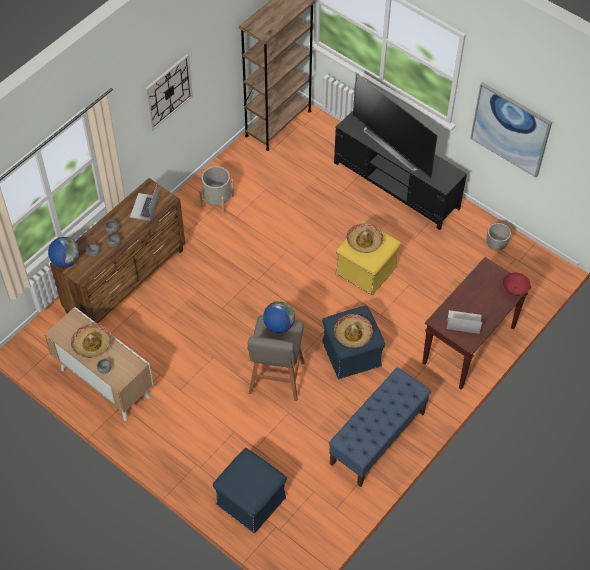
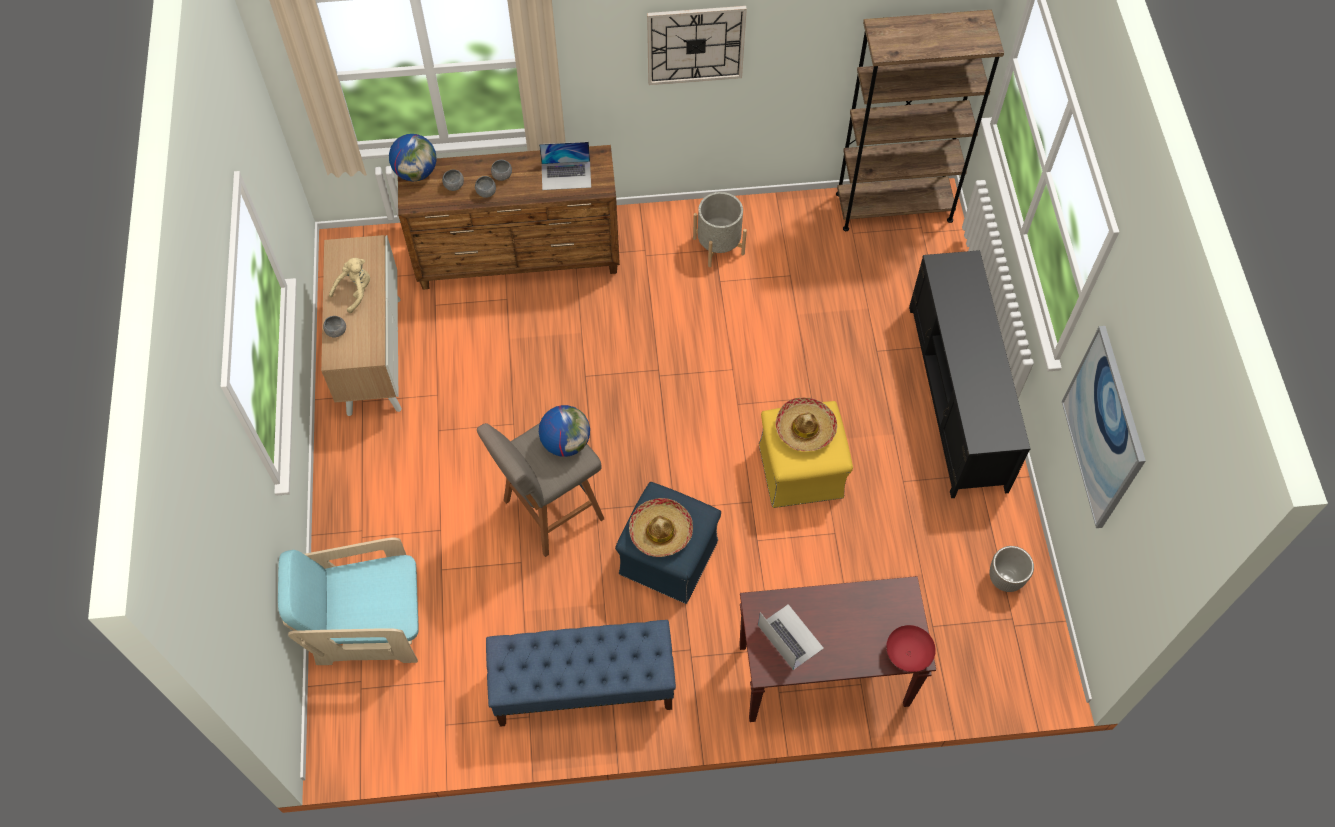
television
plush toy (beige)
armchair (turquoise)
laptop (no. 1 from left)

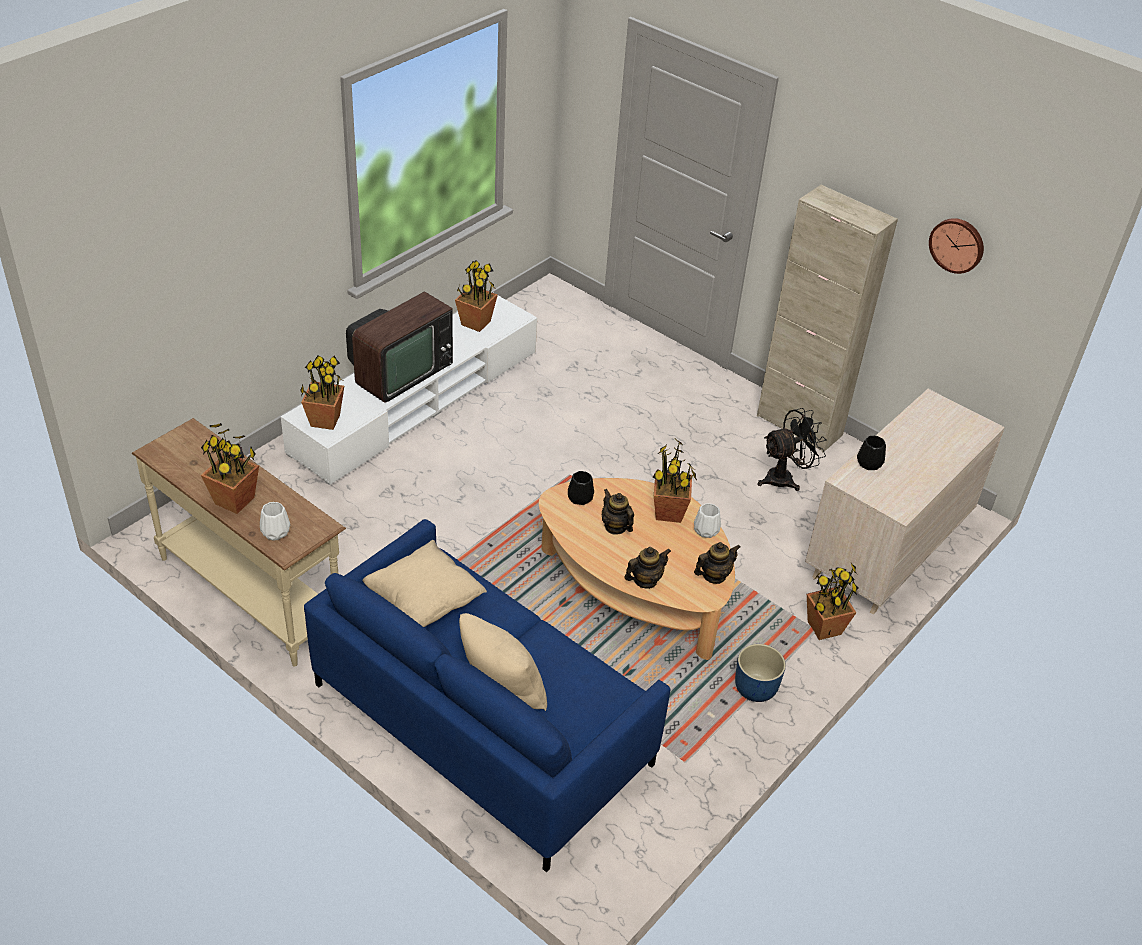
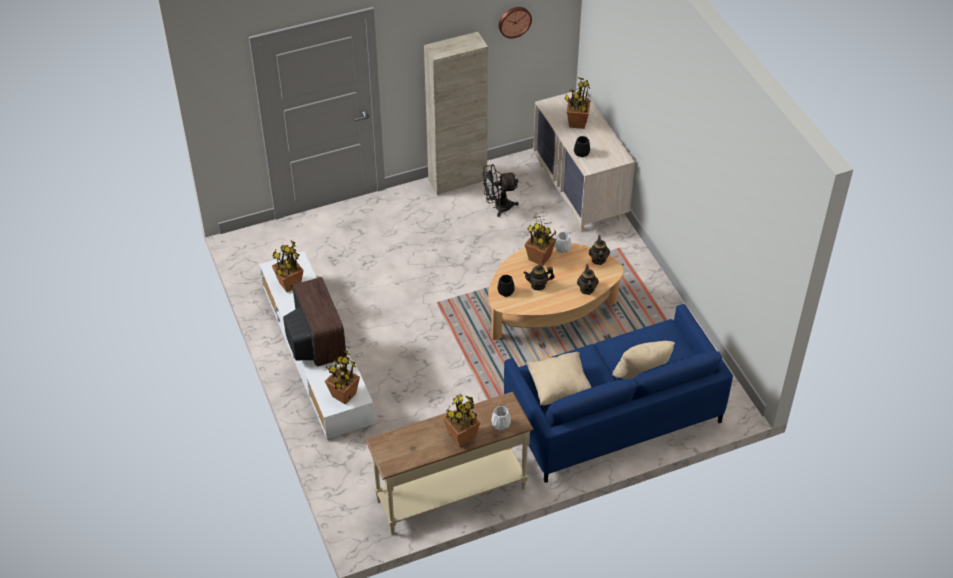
planter (blue)
potted plant (no. 5 from left)
fan (black)

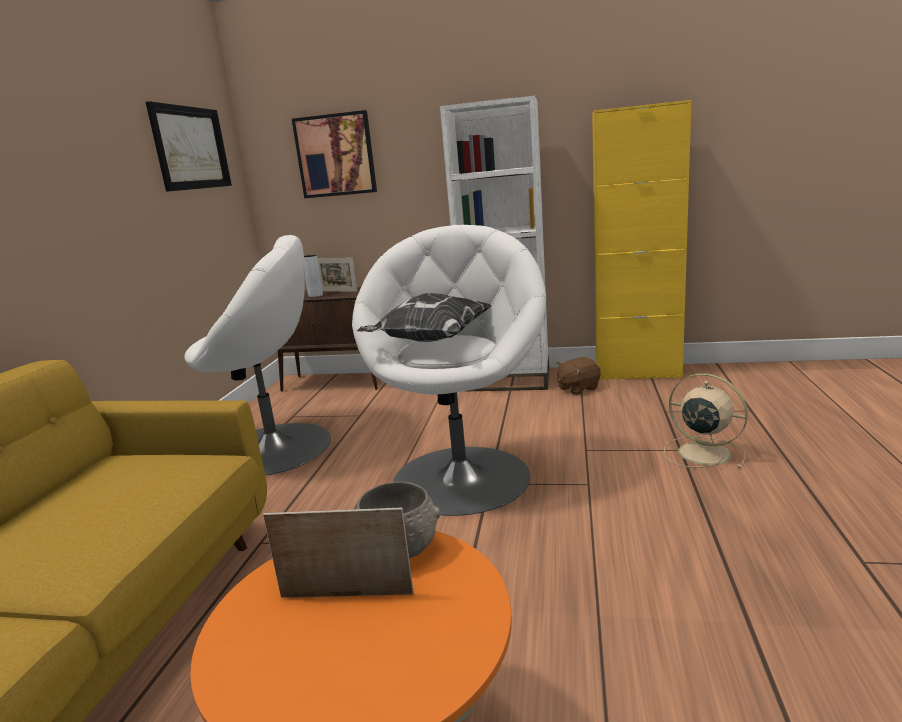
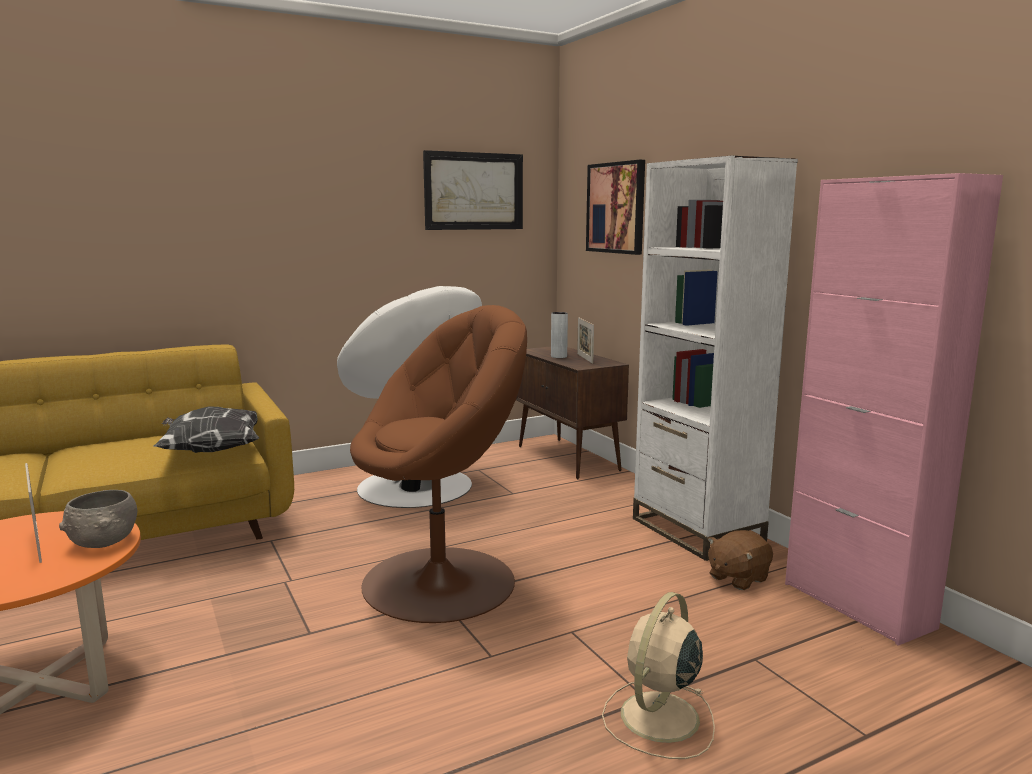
pillow
armchair (brown)
cabinet (pink)
plush toy (brown)
fan (beige)

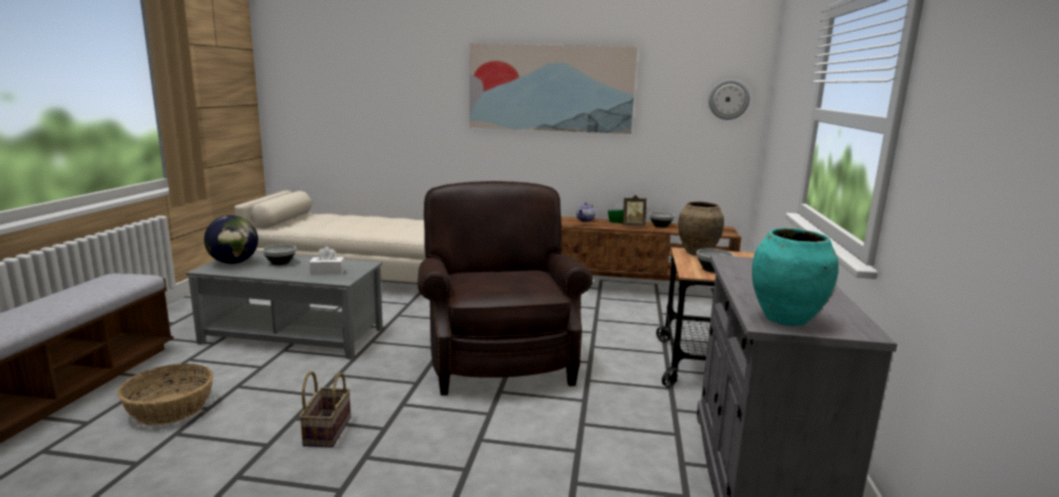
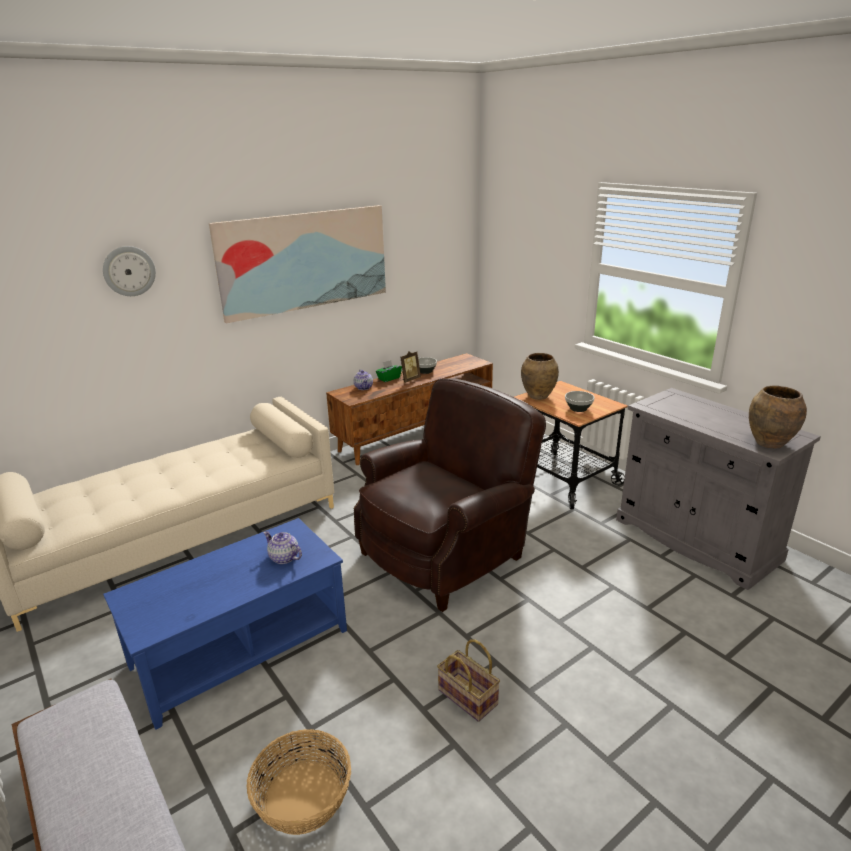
globe
bowl (no. 1 from left in the first image)
wall clock
teapot (no. 1 from left)
coffee table (blue)
vase (brown) (no. 2 from left)
armchair (brown)

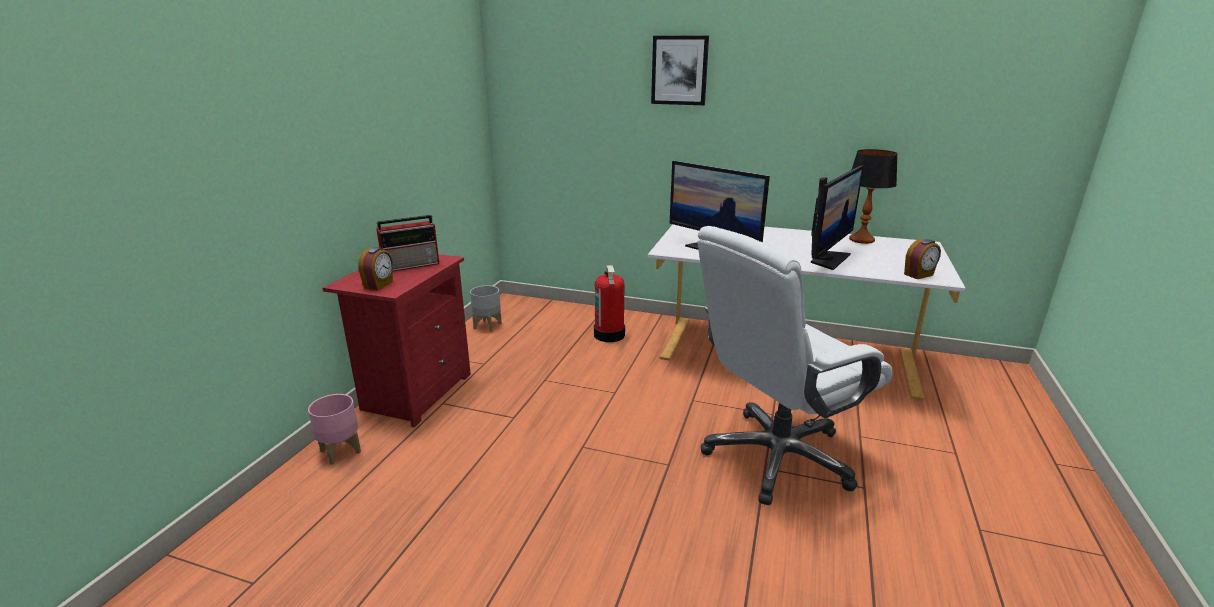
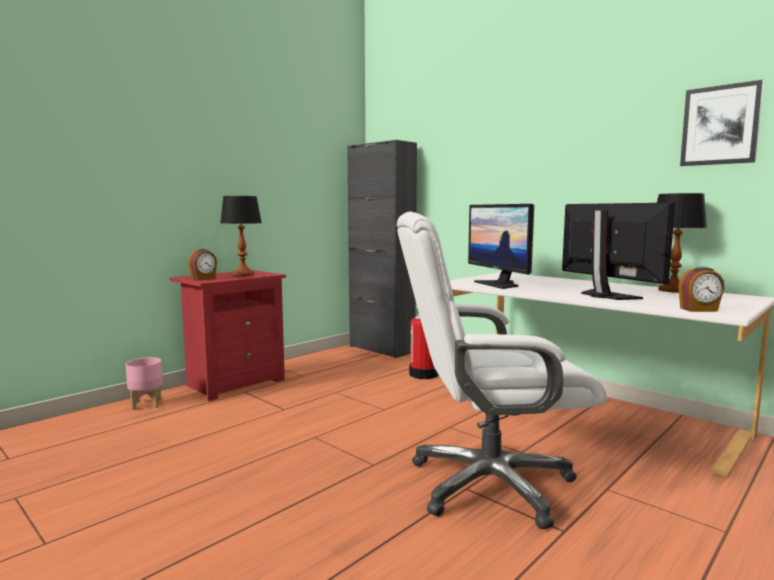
planter (grey)
cabinet (black)
picture
table lamp (no. 1 from left)
monitor (no. 2 from left)

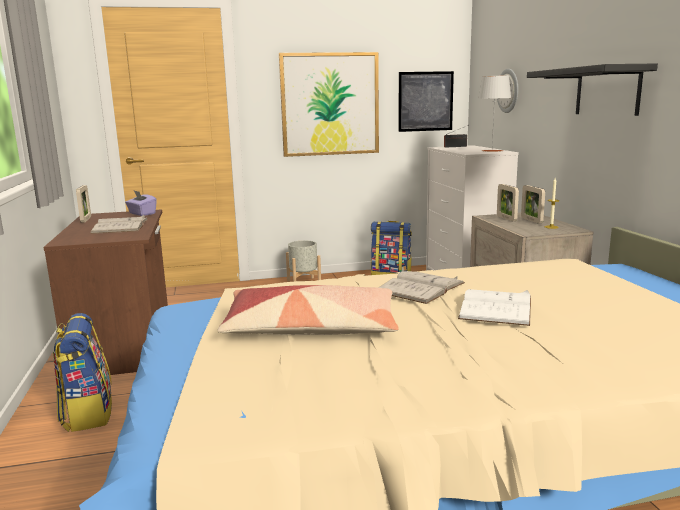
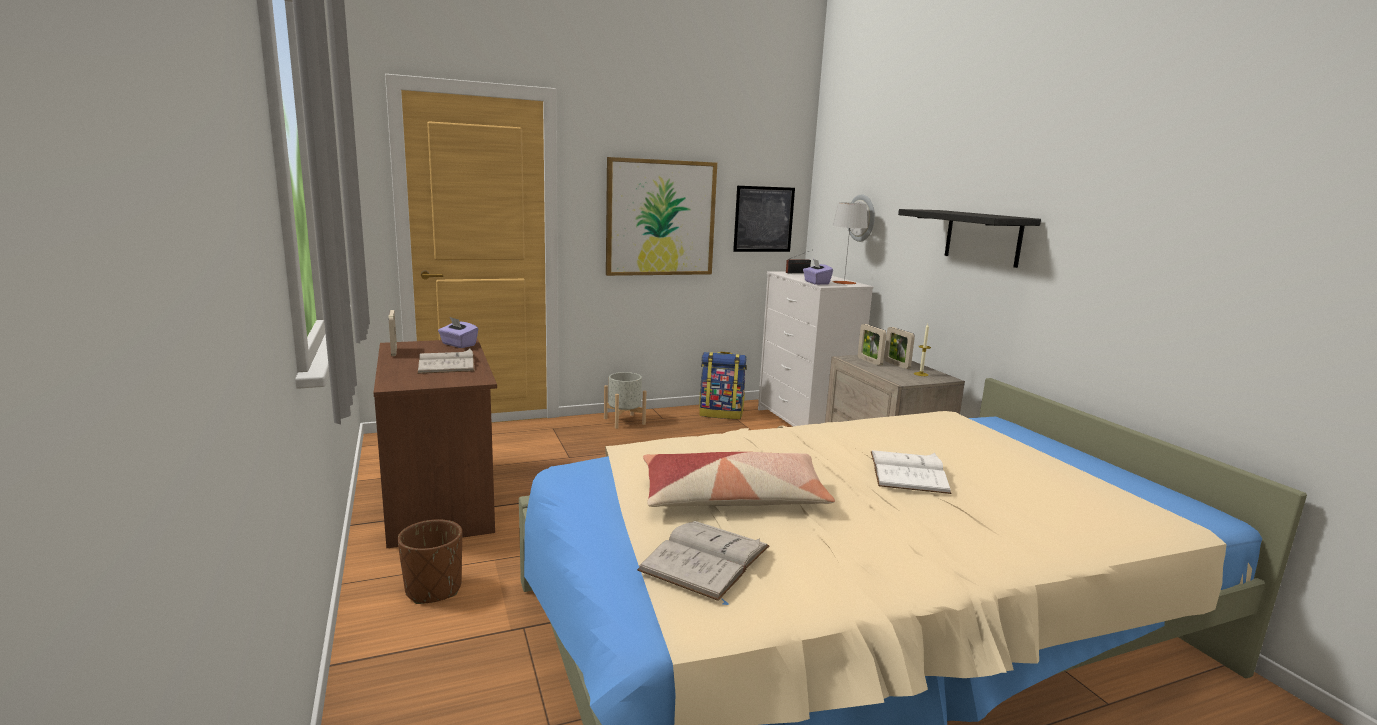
tissue box (purple) (no. 2 from left)
book (white) (no. 2 from left)
planter (brown)

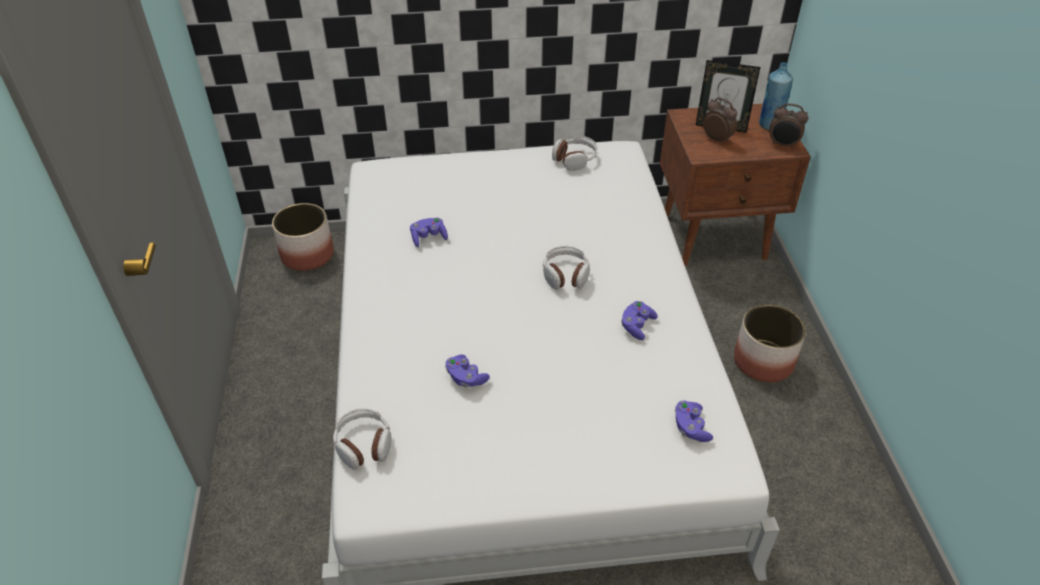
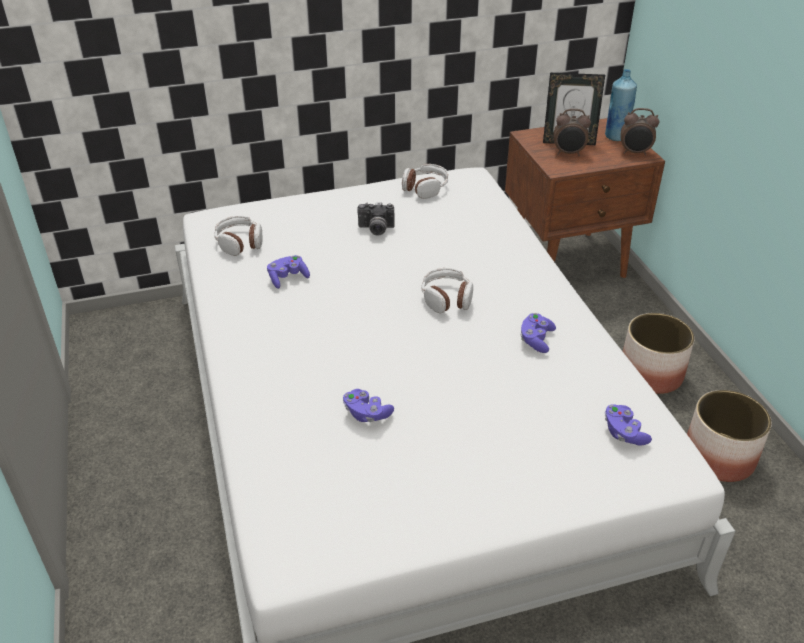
photo camera
planter (no. 2 from left)
headphones (no. 1 from left)
alarm clock (no. 1 from left)

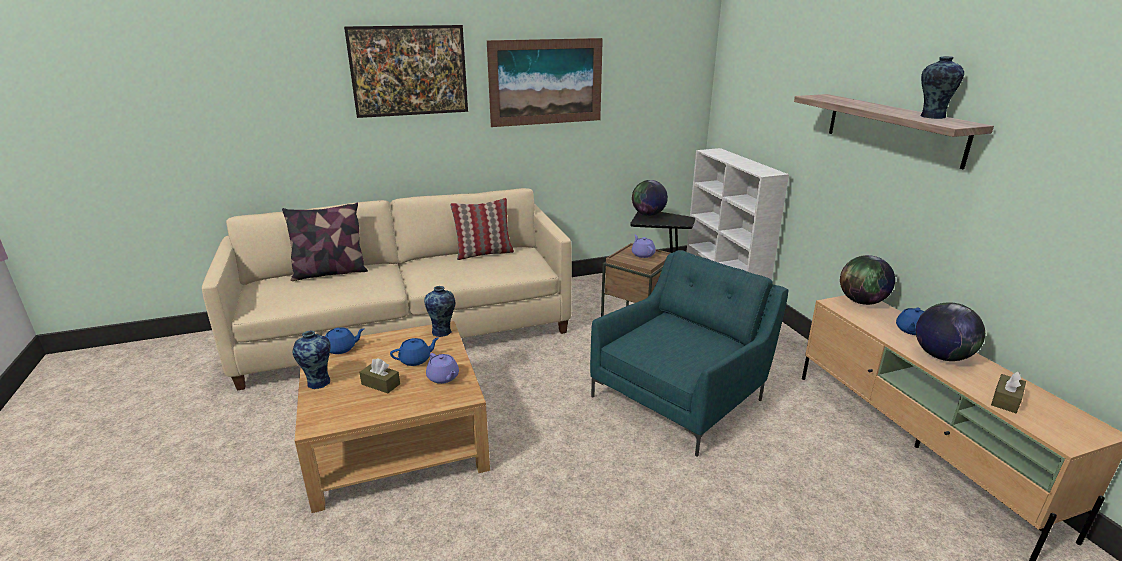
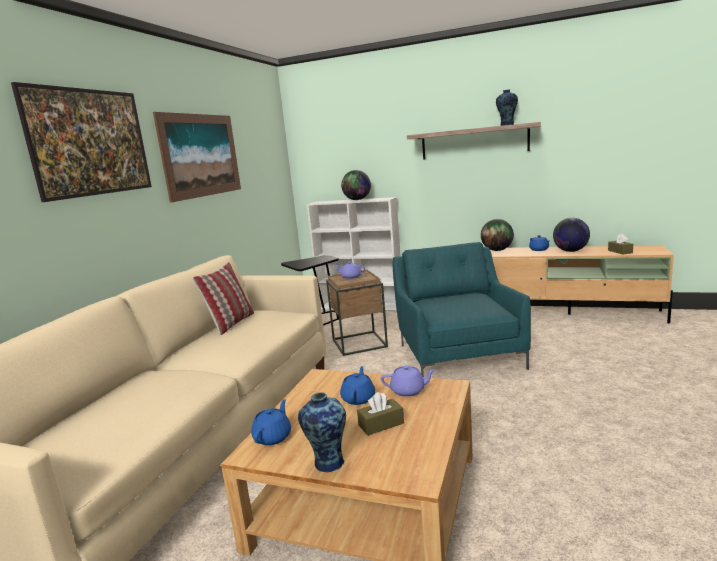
pillow (no. 1 from left in the first image)
vase (no. 2 from left in the first image)
globe (no. 1 from left)

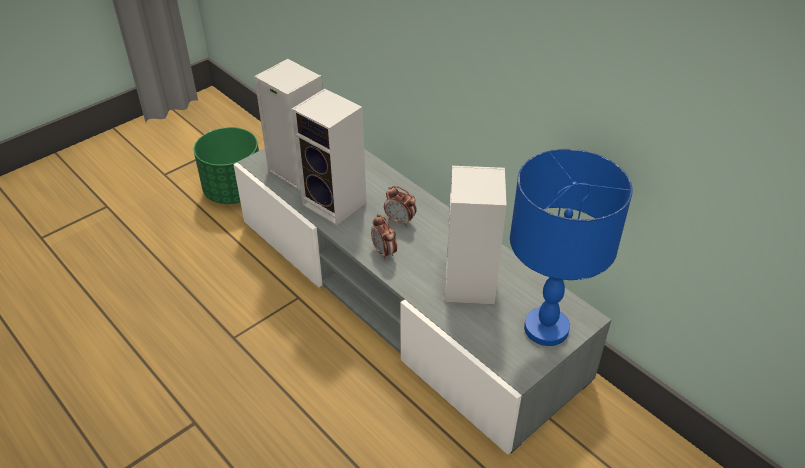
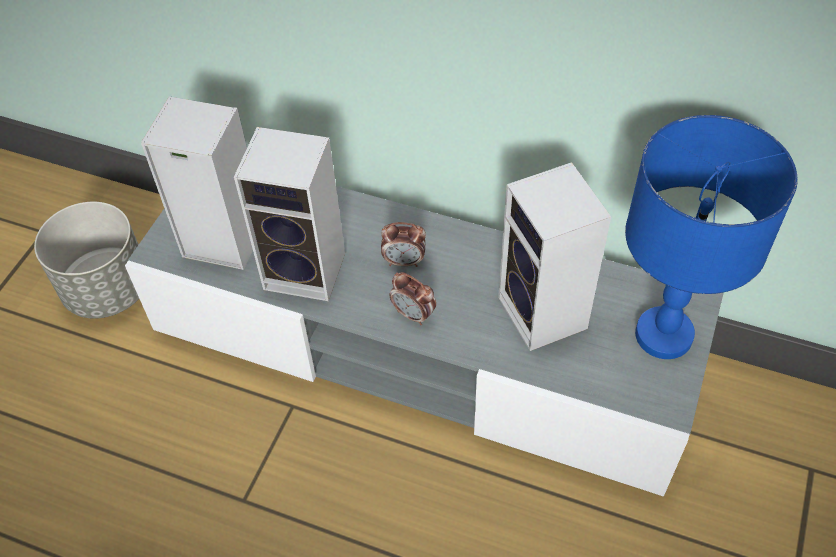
planter (grey)

